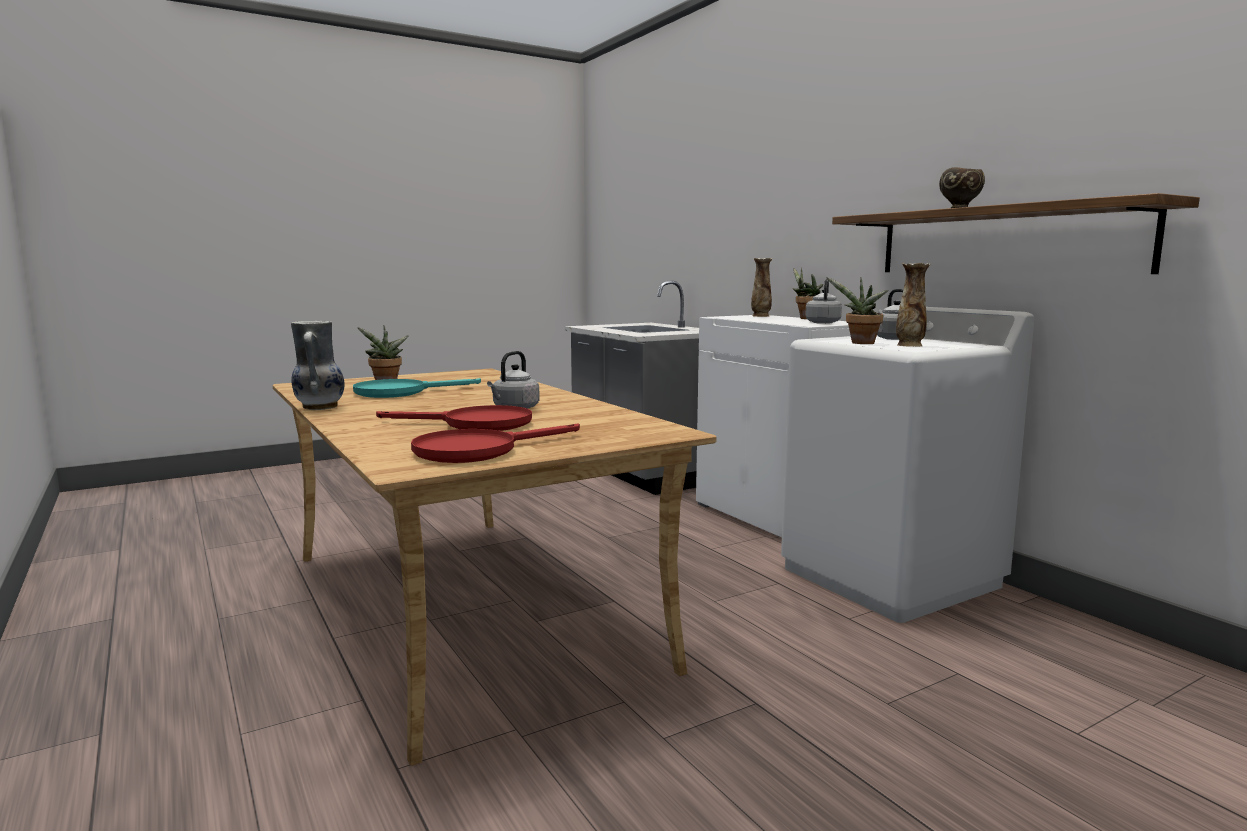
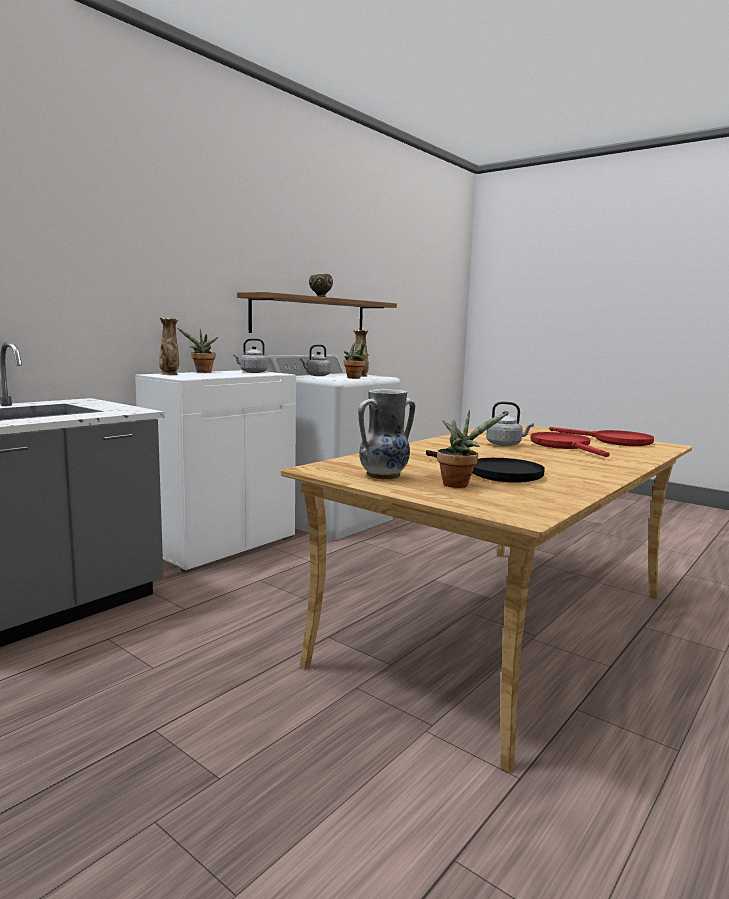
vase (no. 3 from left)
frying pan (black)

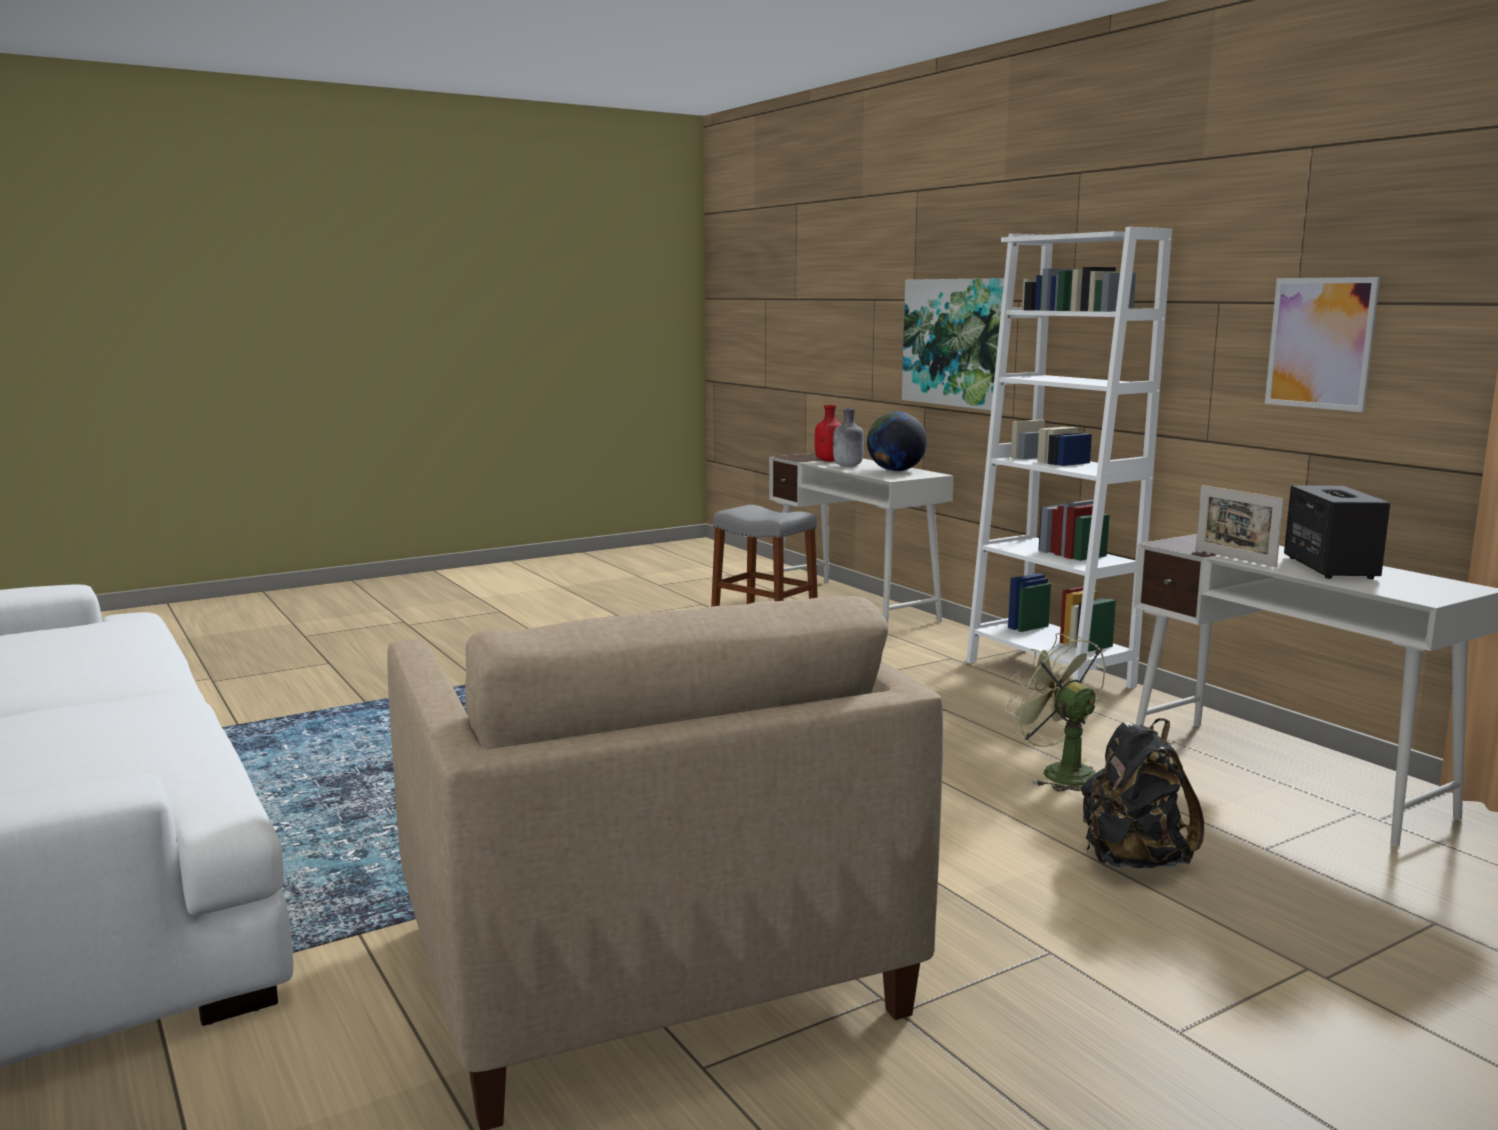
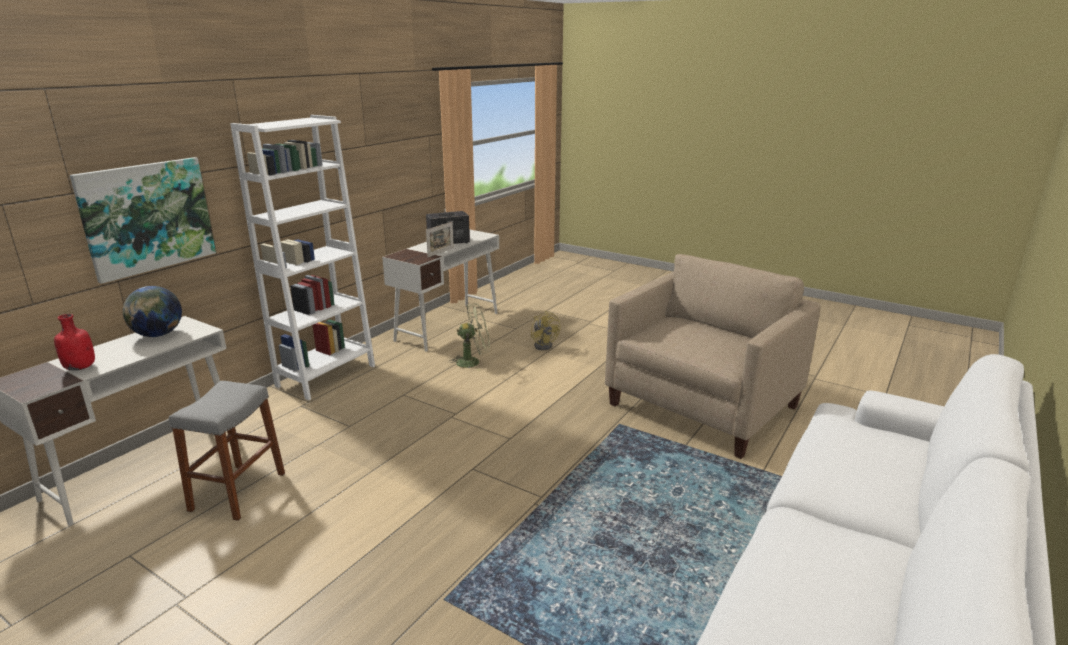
bottle (grey)
picture (no. 2 from left in the first image)
fan (yellow)
fan (green)

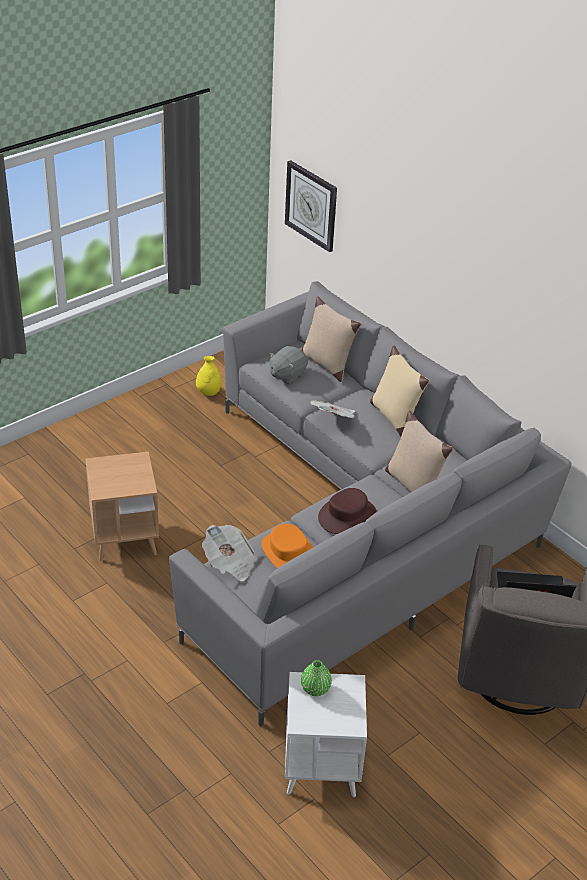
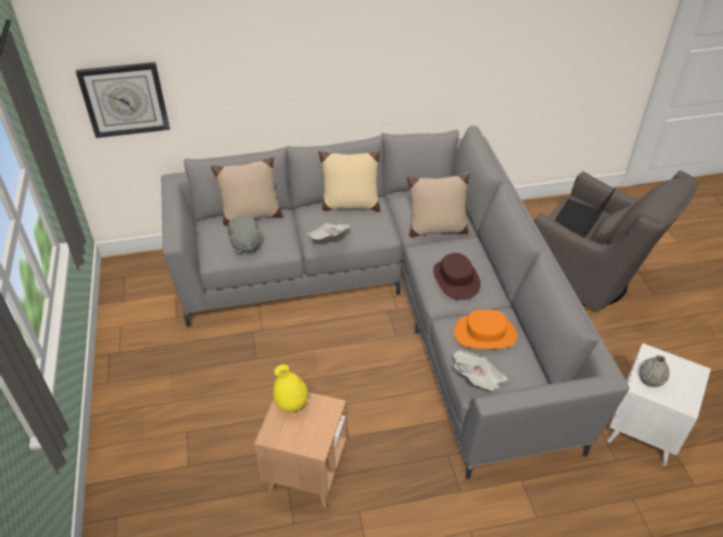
vase (yellow)
vase (grey)

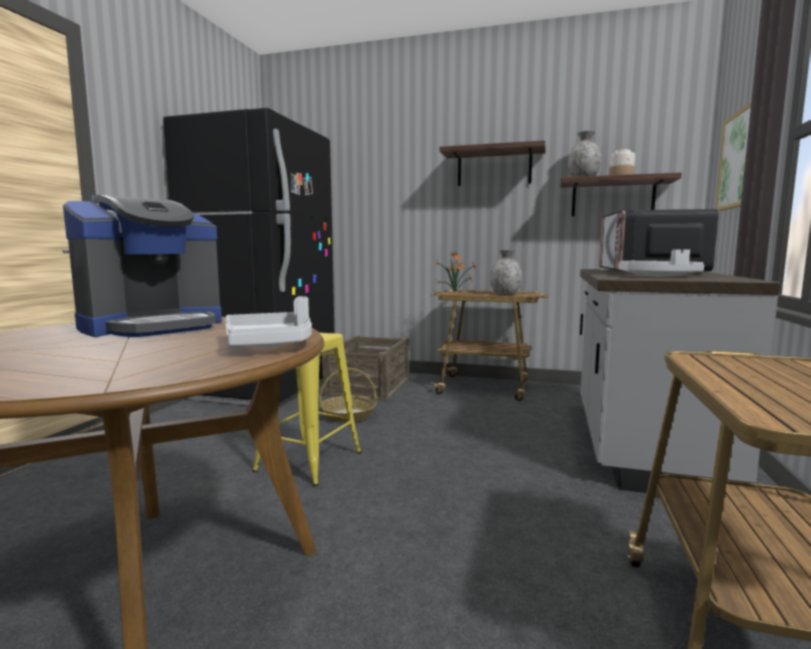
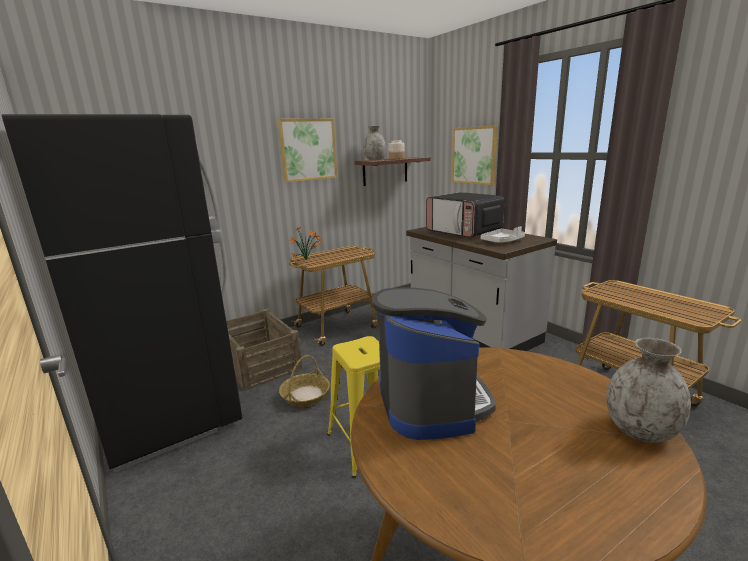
tray (grey) (no. 1 from left in the first image)
vase (grey) (no. 2 from left)
picture (no. 1 from left)

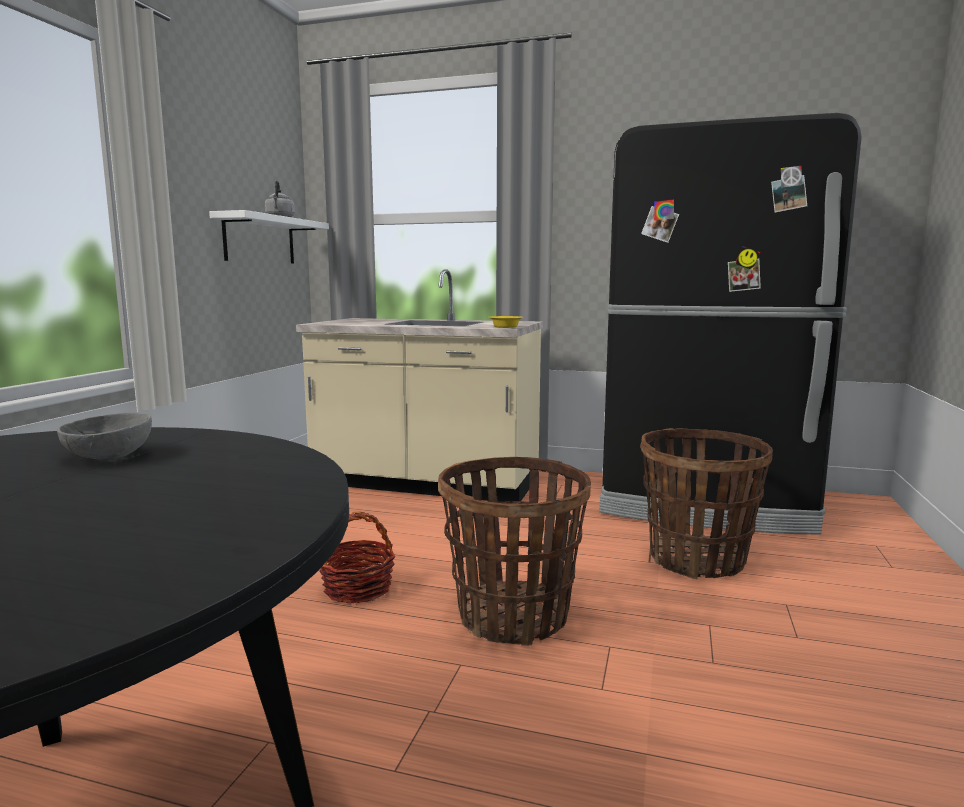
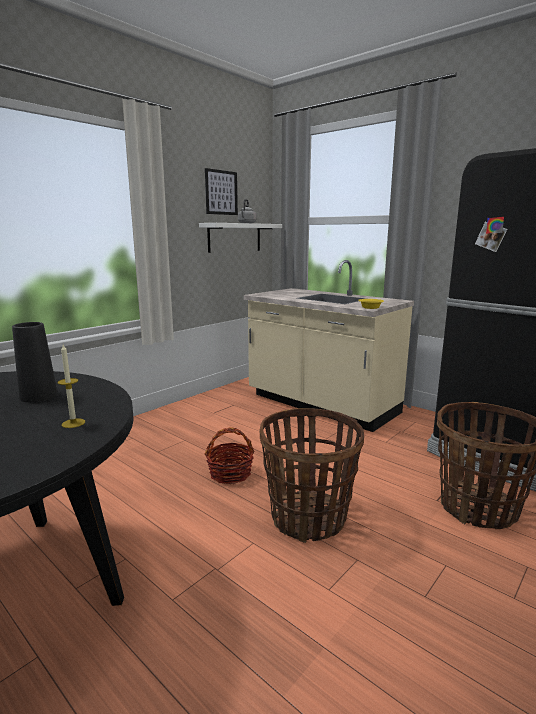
candle
picture
vase (black)

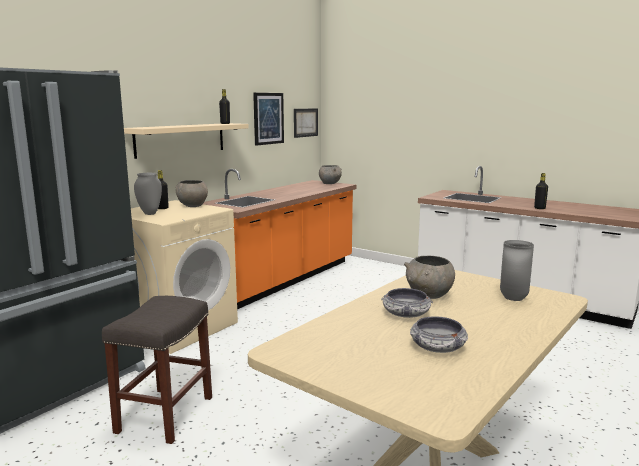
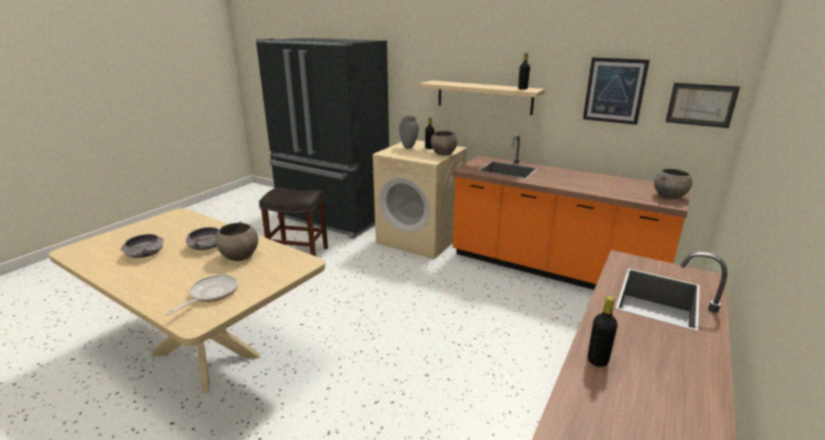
frying pan

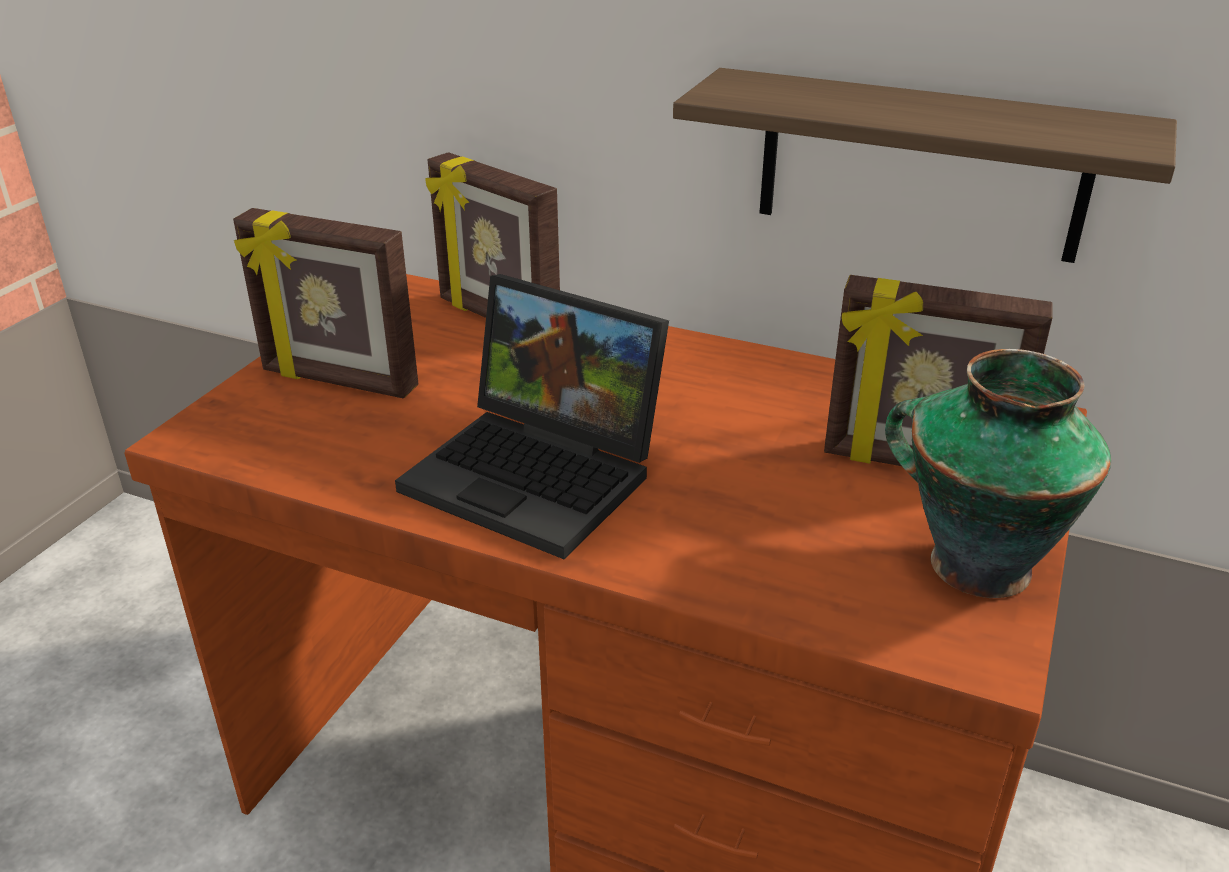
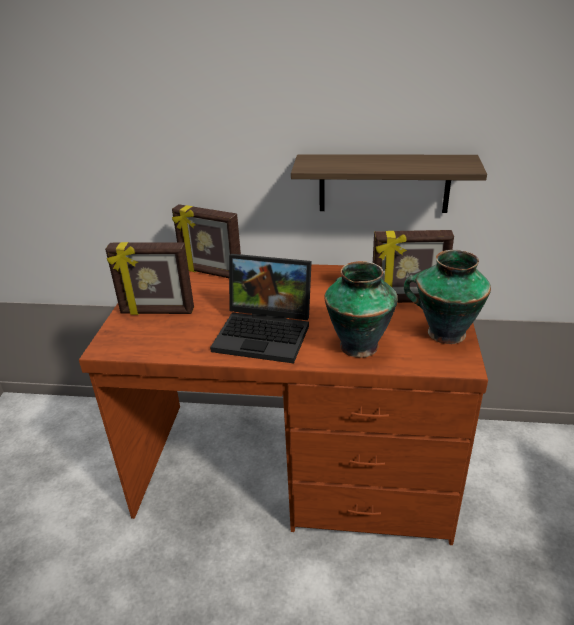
vase (no. 1 from left)

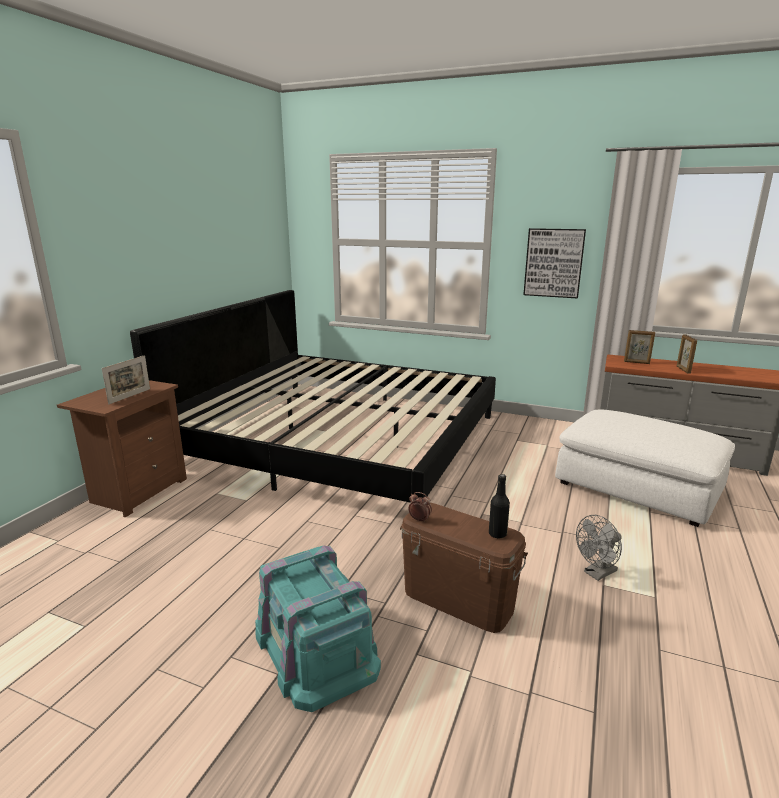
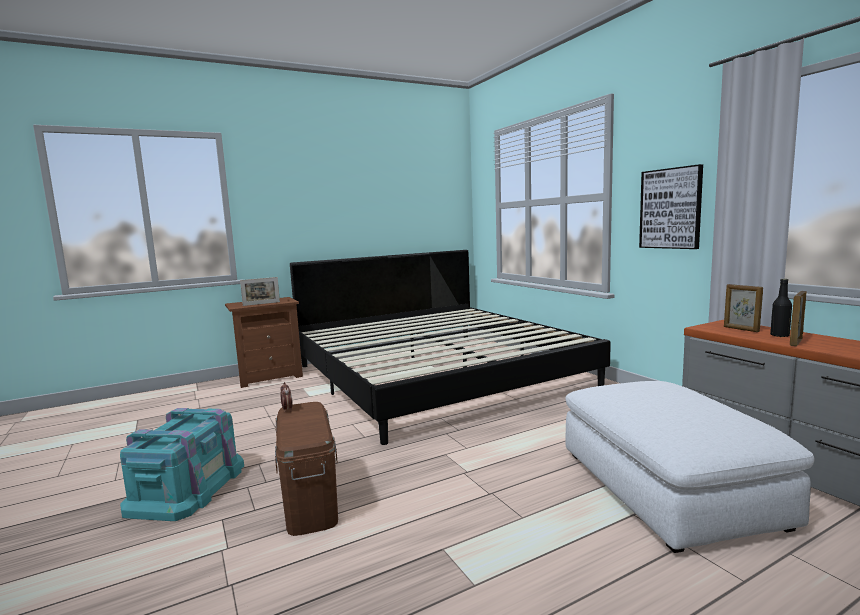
fan (grey)
bottle (black)

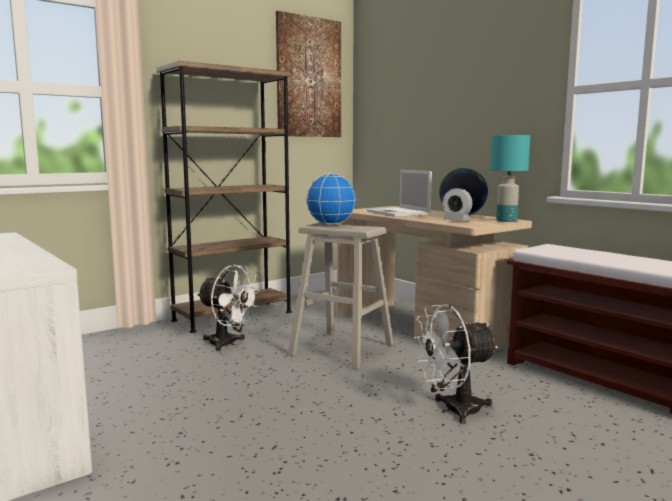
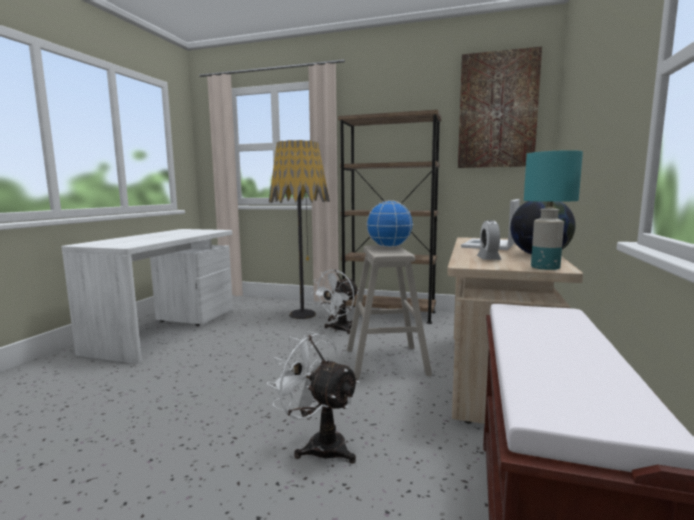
floor lamp
fan (white) (no. 2 from left)

